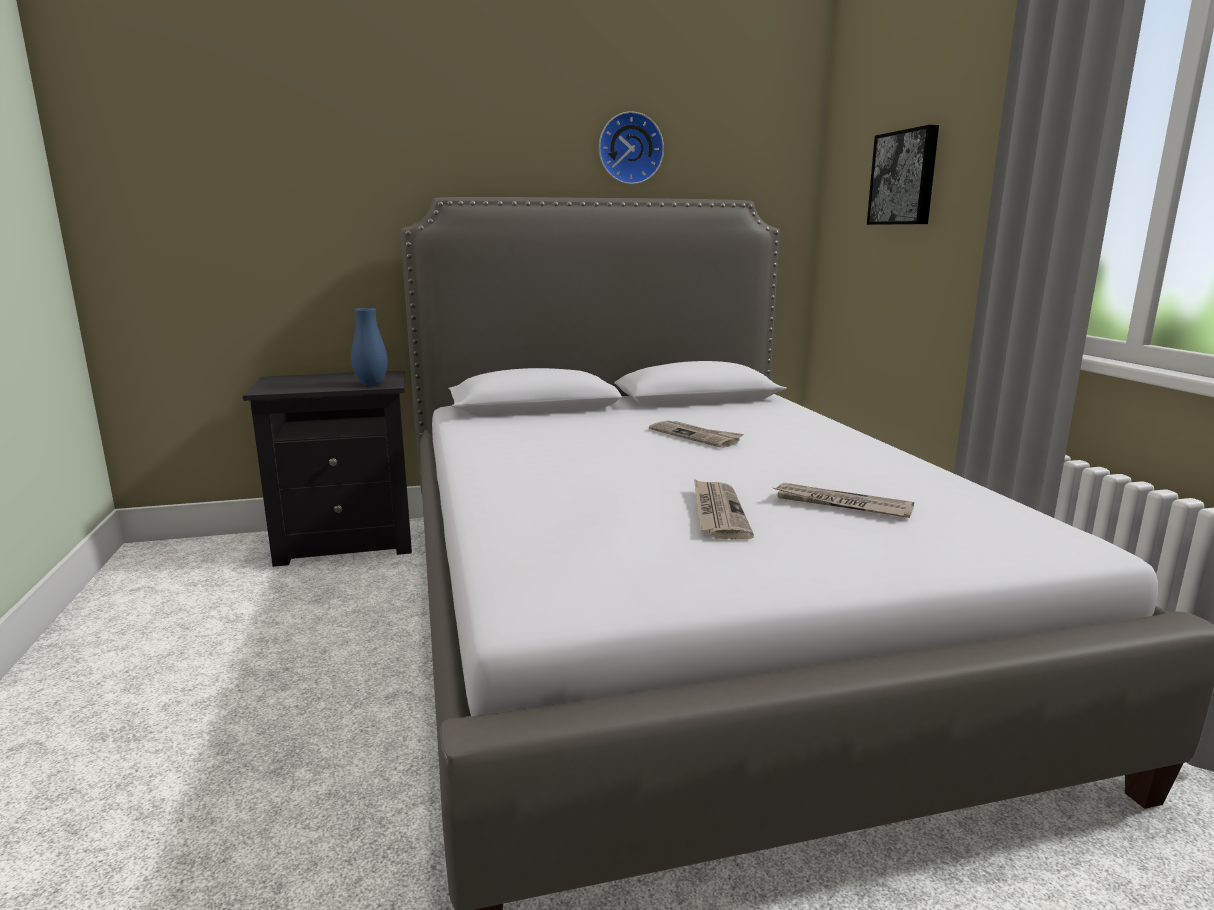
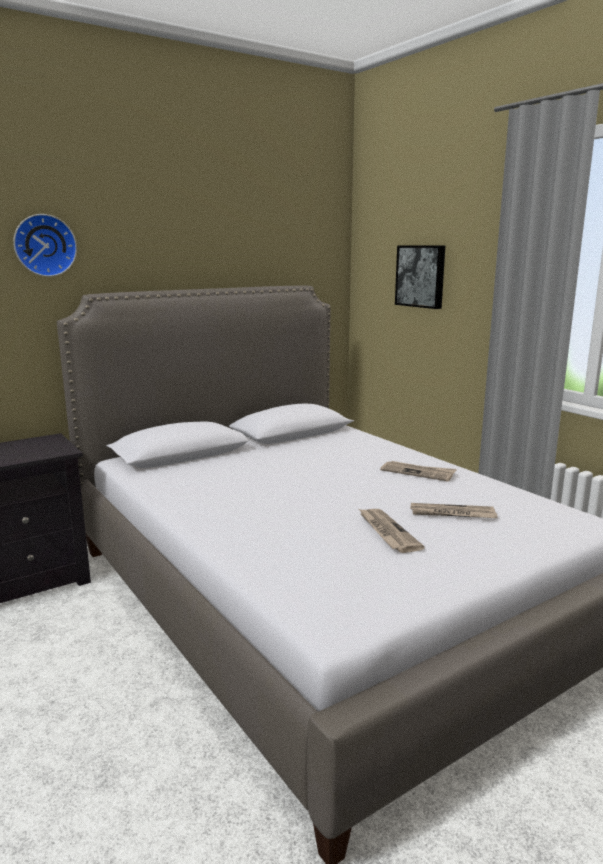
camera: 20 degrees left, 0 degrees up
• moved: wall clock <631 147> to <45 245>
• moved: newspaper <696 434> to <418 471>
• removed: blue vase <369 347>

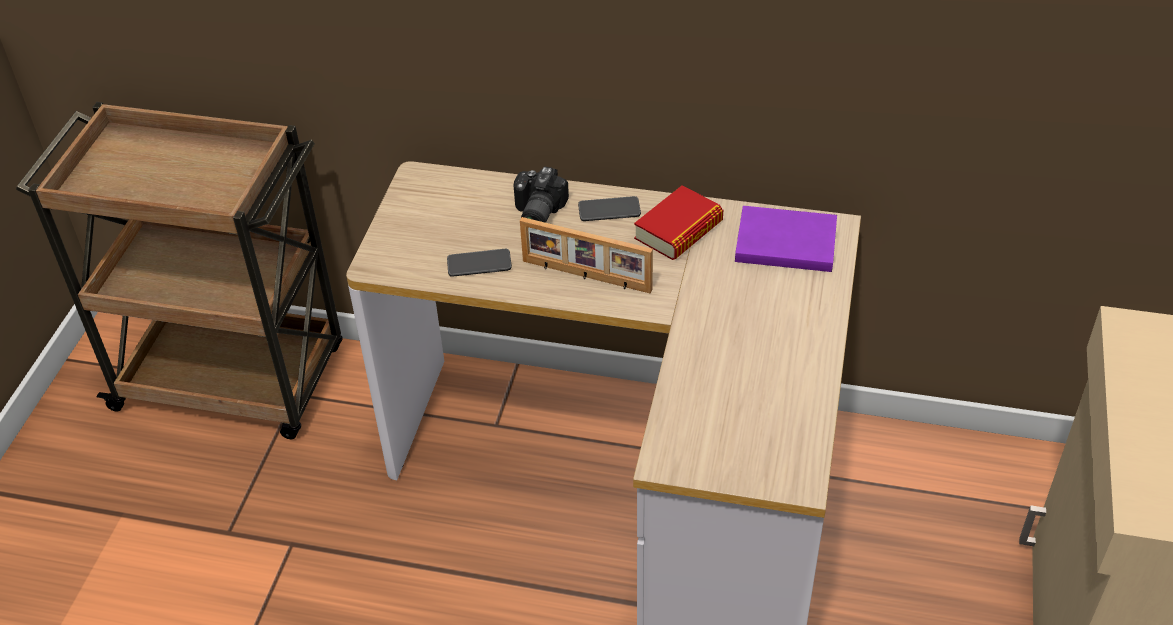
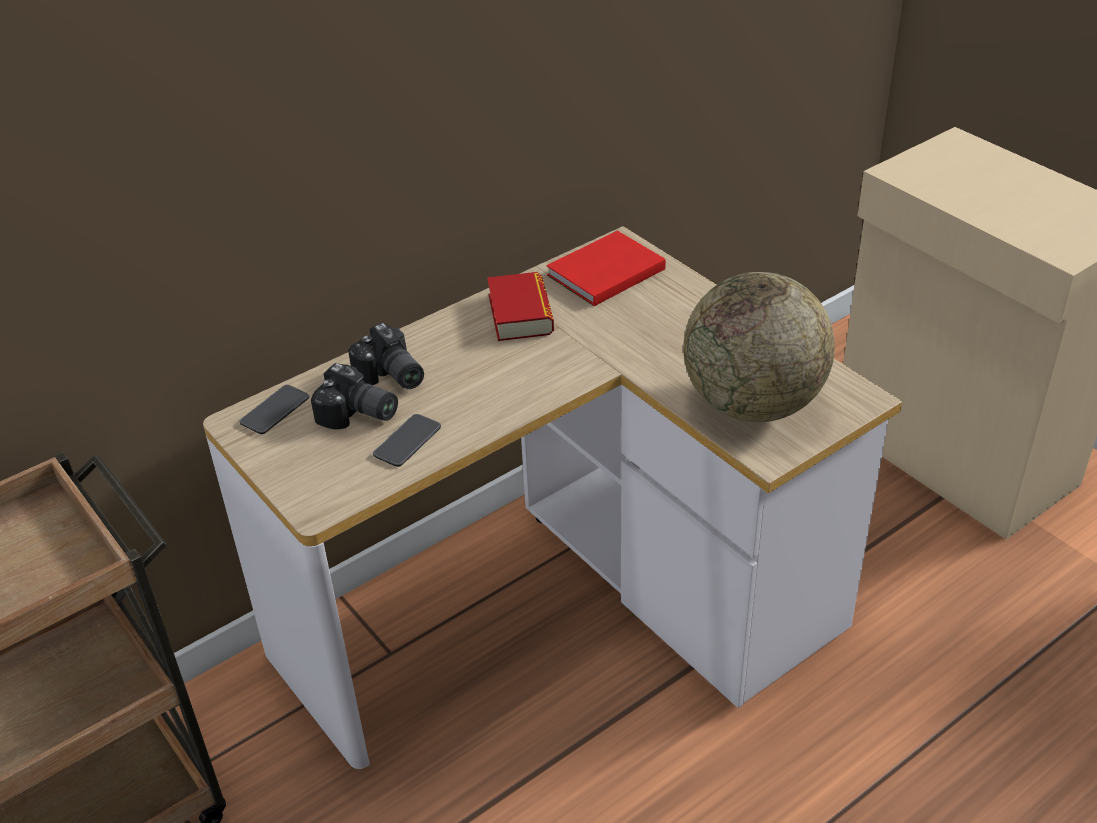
camera: 50 degrees left, 5 degrees down
• moved: phone <609 208> to <274 409>
• added: photo camera <354 396>
• recoloured: purple book <786 239> to red book <606 268>
• added: globe <759 347>
• removed: picture frame <586 255>

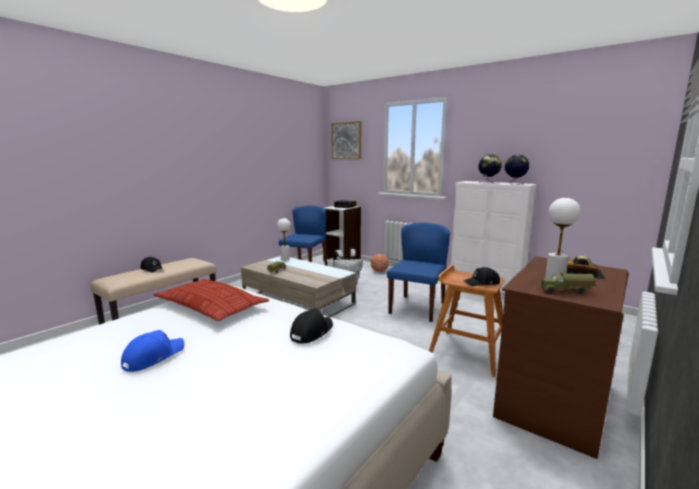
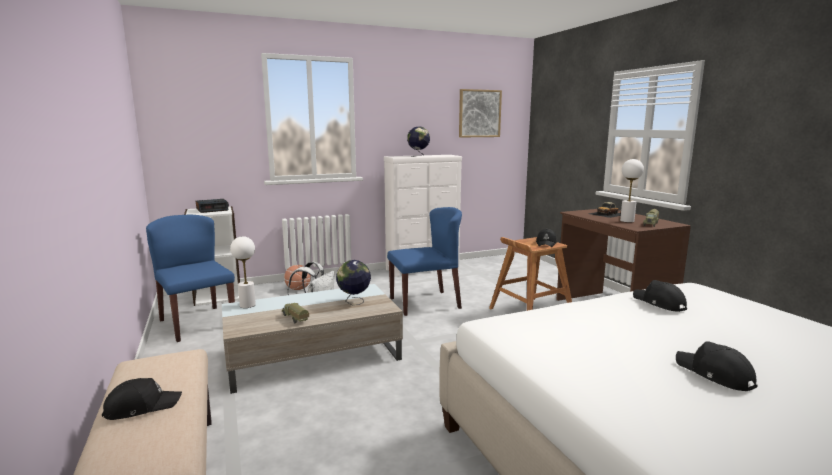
camera: 60 degrees left, 0 degrees up
• moved: globe <517 169> to <353 282>
• turned: blue chair <418 272> = <424 261> 105 degrees clockwise
• moved: picture <346 140> to <480 113>
• recoloured: blue cap <152 351> to black cap <717 366>
• removed: pillow <211 300>

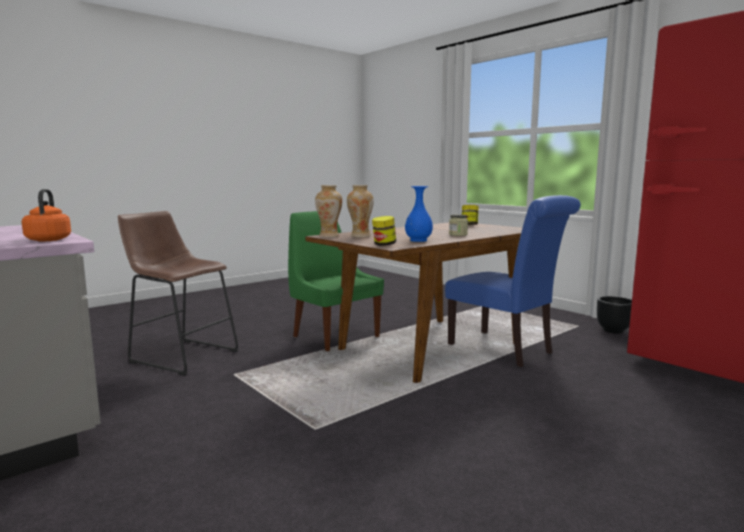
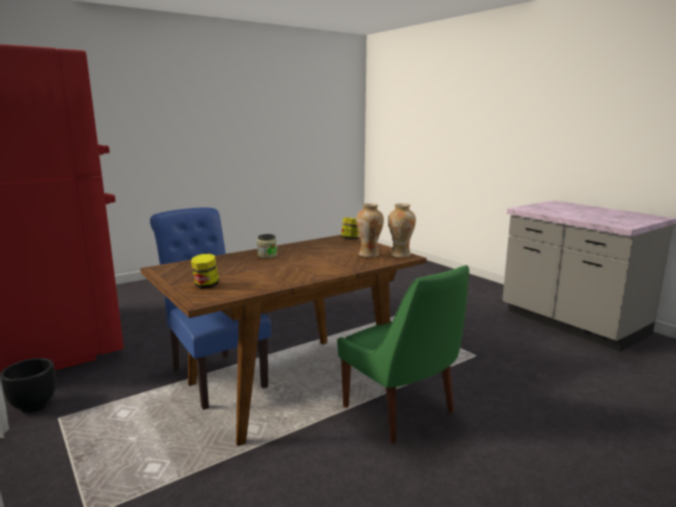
camera: 175 degrees left, 5 degrees up
• removed: orange kettle <46 215>
• removed: brown stool <178 293>
• removed: blue vase <419 214>

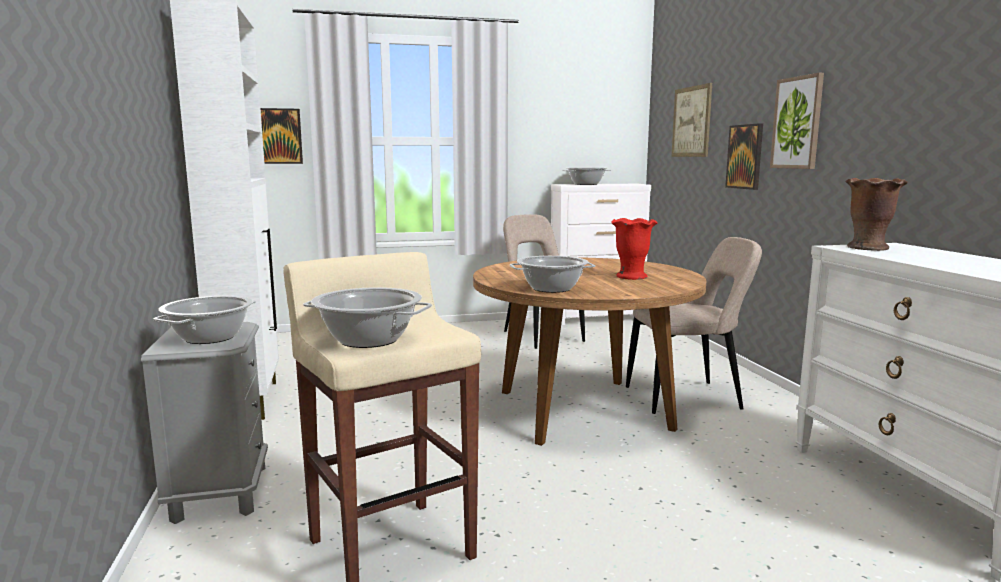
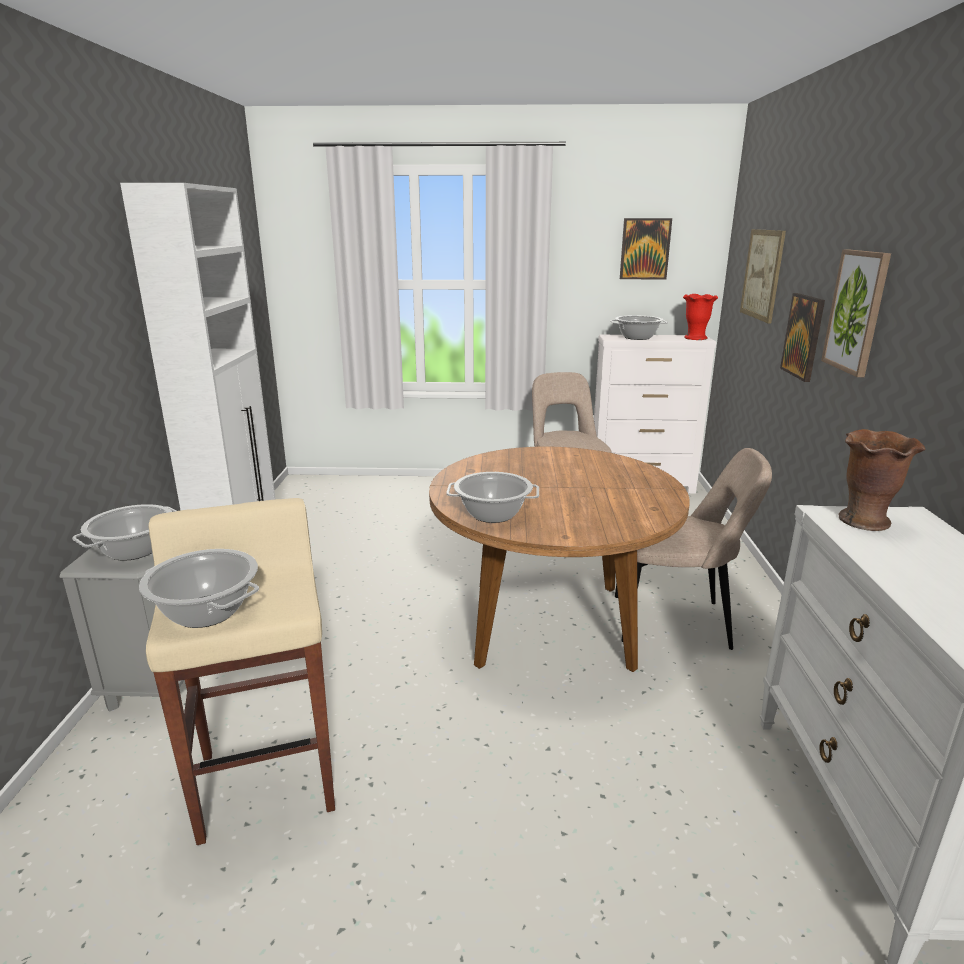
camera: 15 degrees right, 10 degrees up
• moved: picture <281 136> to <646 248>
• moved: red vase <634 249> to <700 317>

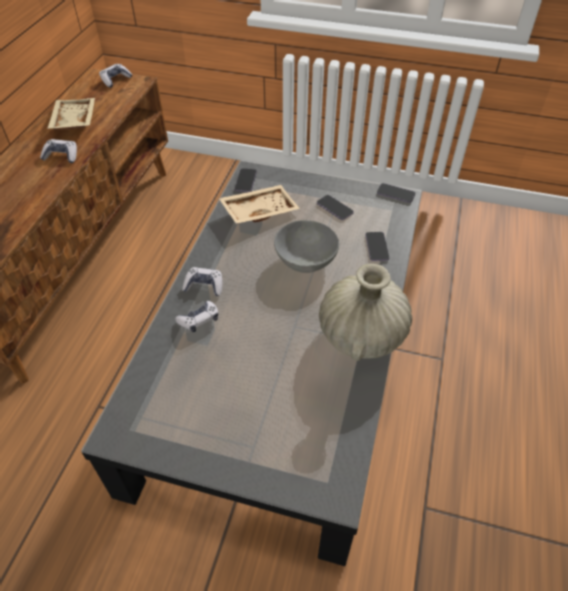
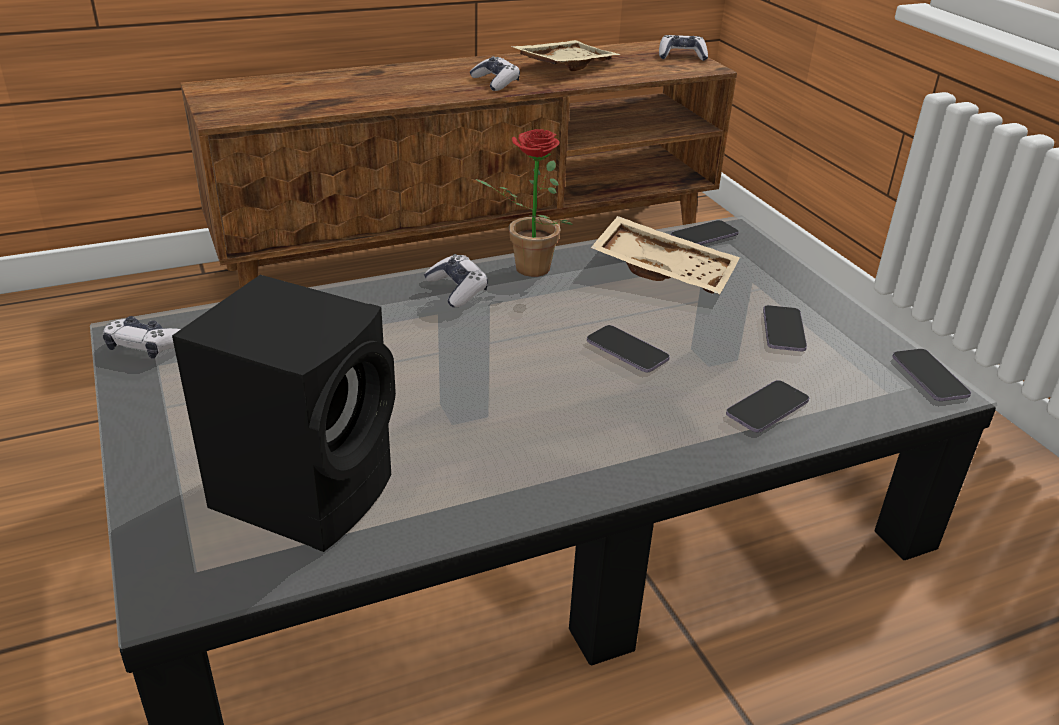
camera: 50 degrees right, 15 degrees down
• moved: game controller <196 316> to <142 337>
• added: black speaker <284 413>
• added: potted plant <525 203>
• replaced: grey bowl <306 246> to phone <628 348>
• removed: beige vase <365 312>

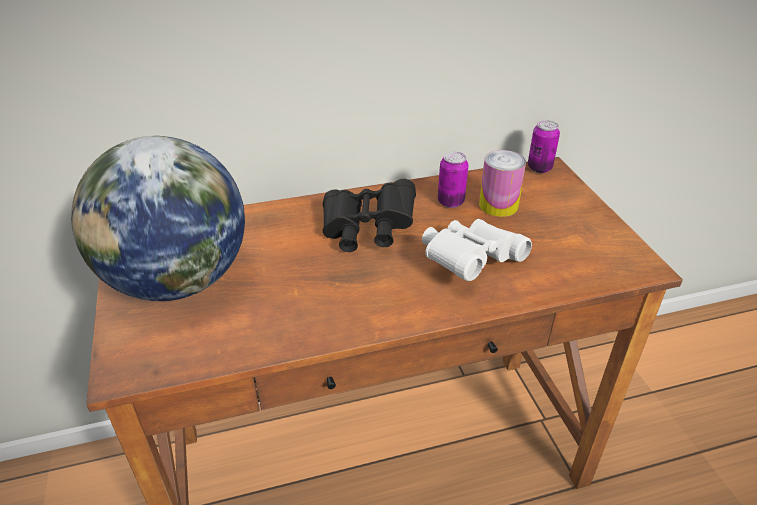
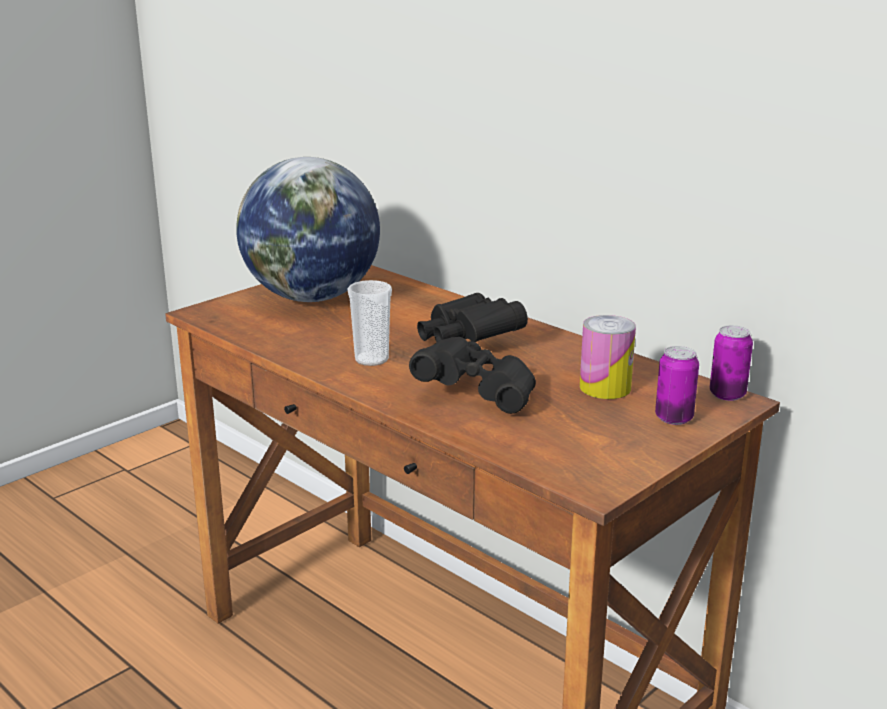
camera: 60 degrees right, 15 degrees down
• added: cup <370 323>
• recoloured: white binoculars <477 250> to black binoculars <472 375>
• moved: can <453 179> to <677 385>

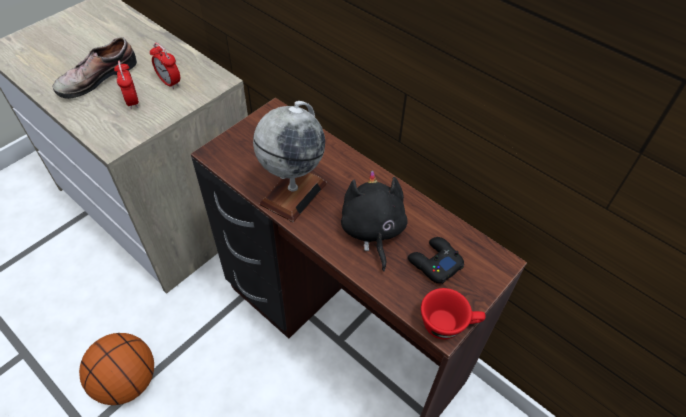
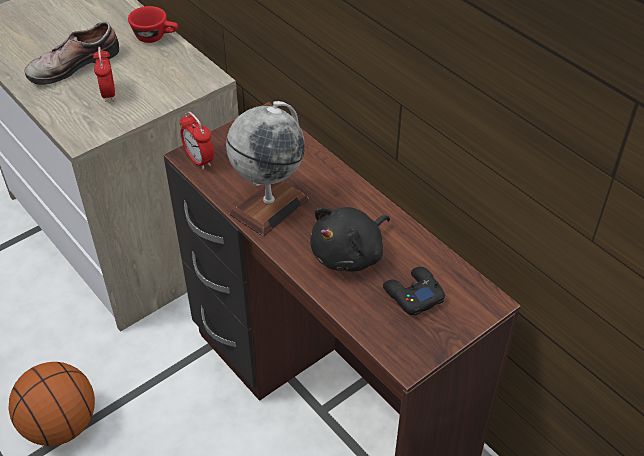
camera: 10 degrees right, 5 degrees down
• moved: red cup <453 313> to <153 24>
• moved: alarm clock <165 66> to <197 141>
• turned: black plush toy <374 221> = <350 239> 135 degrees counterclockwise

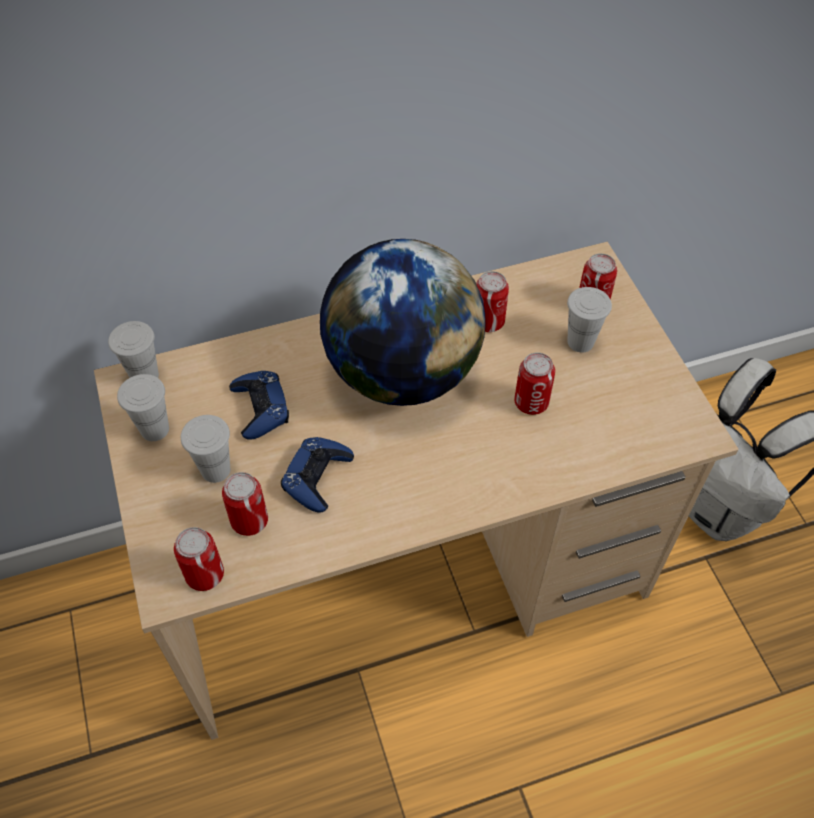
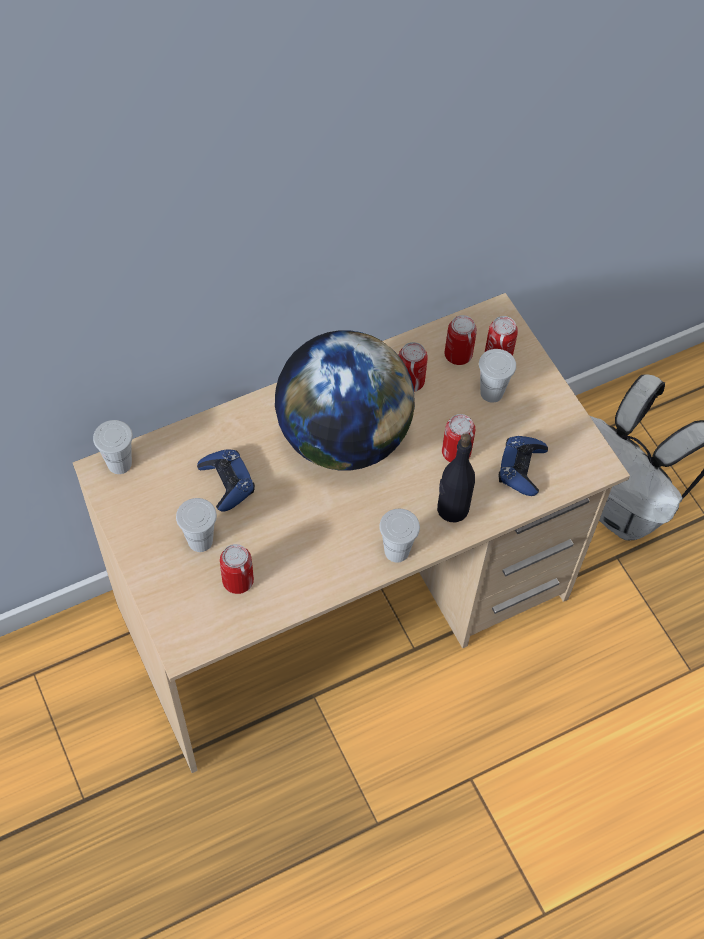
camera: 10 degrees left, 5 degrees up
• moved: white cup <143 407> to <399 536>
• added: black bottle <456 477>
• moved: can <199 559> to <460 340>
• moved: blue game controller <317 474> to <523 466>

